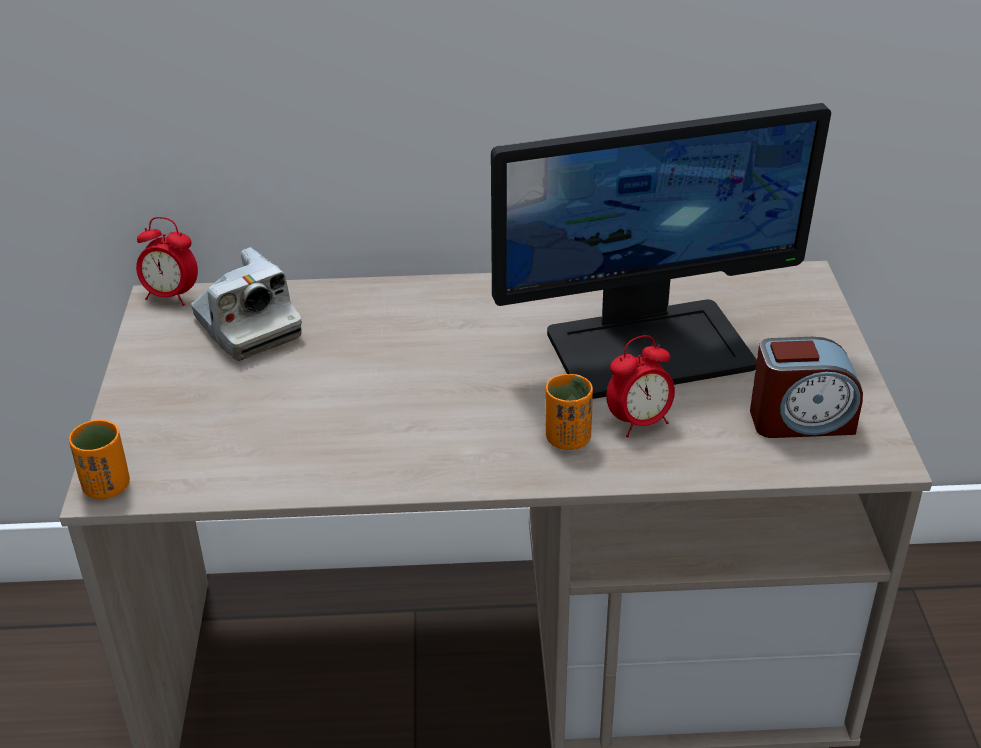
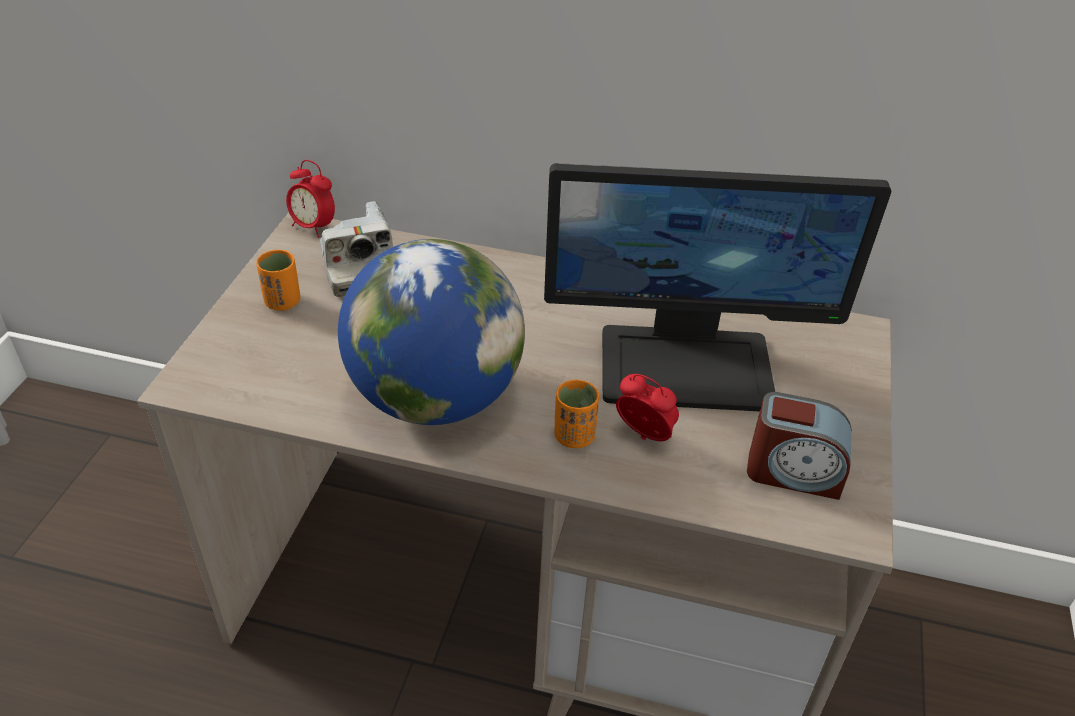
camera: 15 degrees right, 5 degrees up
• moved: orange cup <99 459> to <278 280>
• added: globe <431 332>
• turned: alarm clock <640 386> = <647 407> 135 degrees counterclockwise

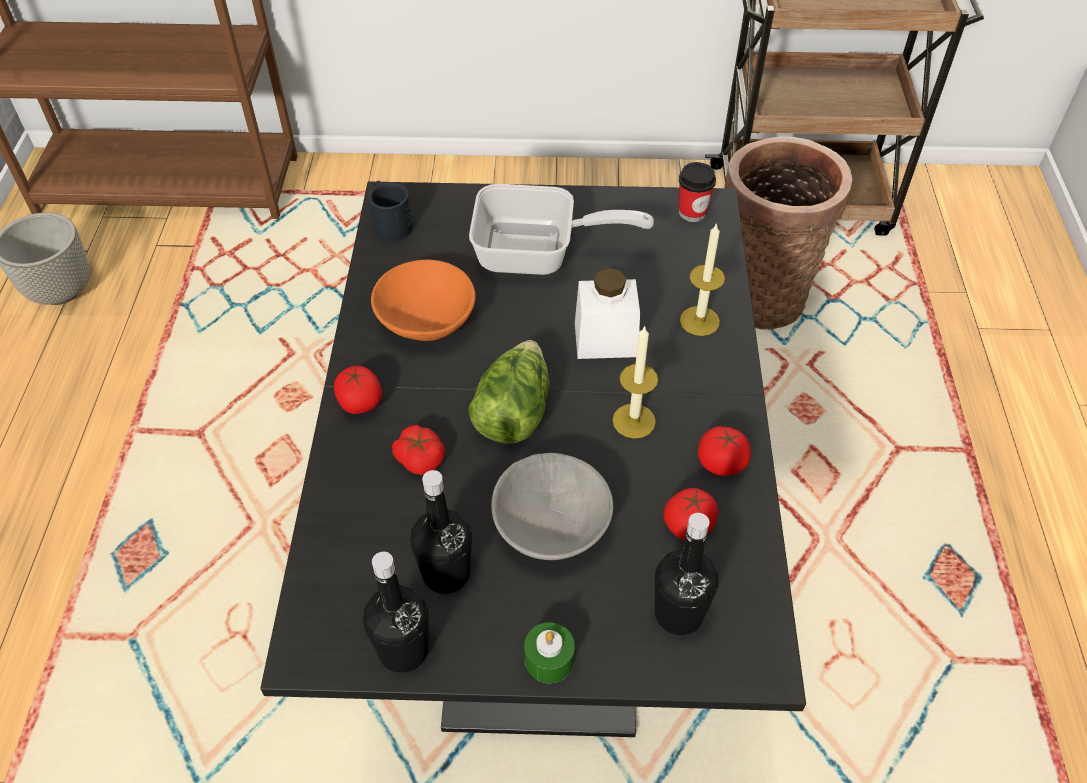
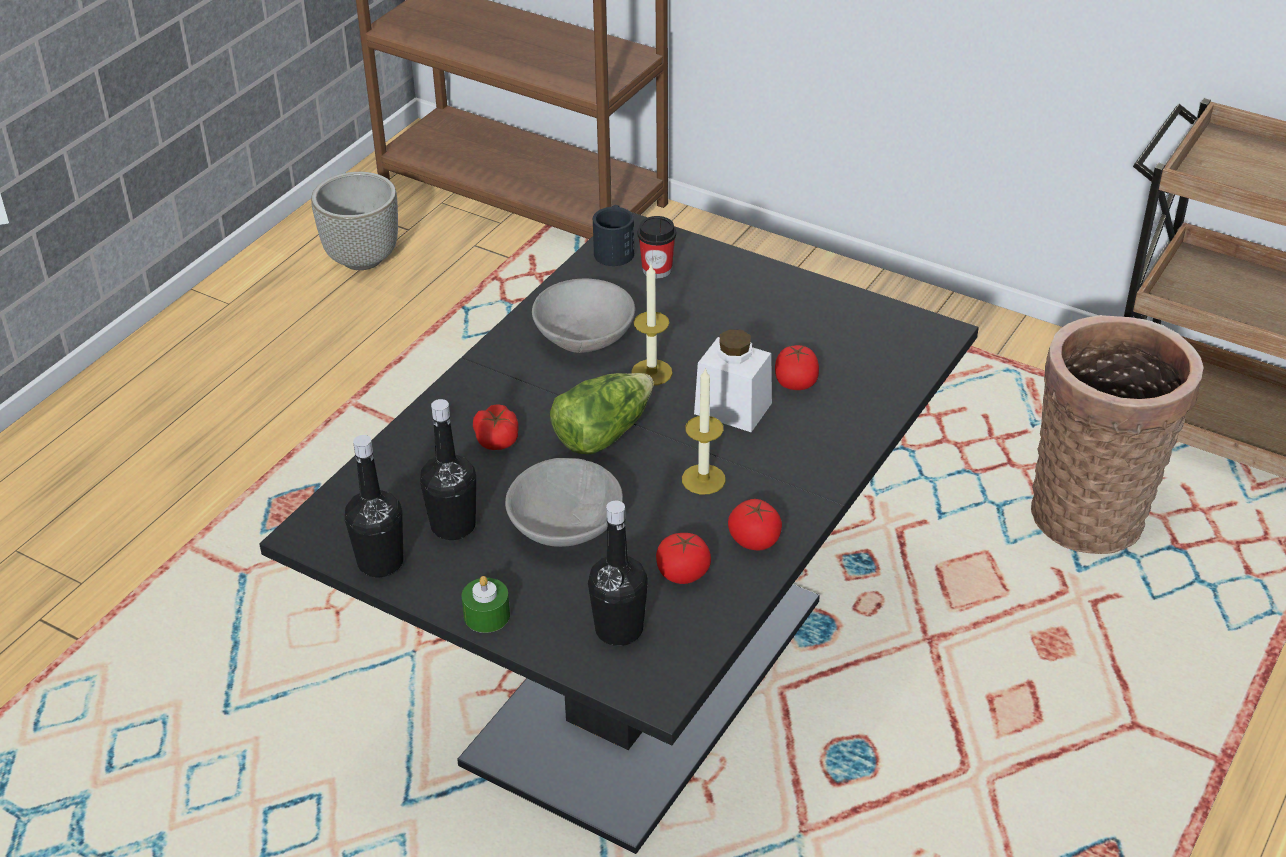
camera: 30 degrees right, 10 degrees down
• recoloured: orange bowl <423 300> to grey bowl <583 316>
• moved: candle <702 279> to <652 325>
• moved: cup <697 192> to <657 247>
• moved: tomato <358 390> to <797 367>
• removed: frying pan <561 229>

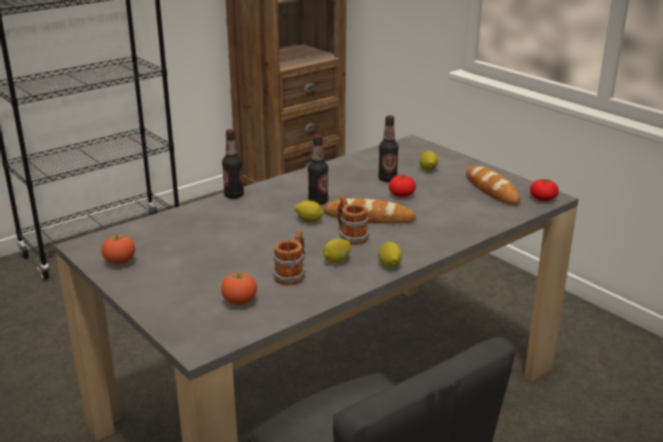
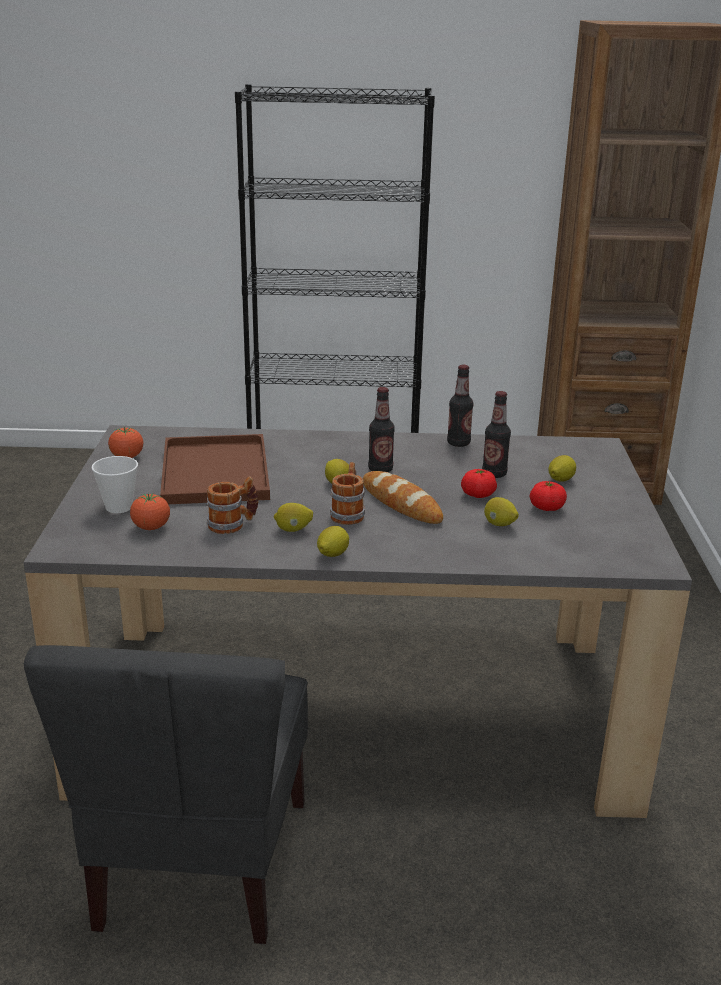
camera: 40 degrees right, 0 degrees up
• added: cup <115 484>
• added: brown tray <215 469>
• moved: bottle <233 164> to <460 406>
• added: lemon <501 511>
• moved: tomato <544 190> to <548 496>
• removed: bread <493 185>

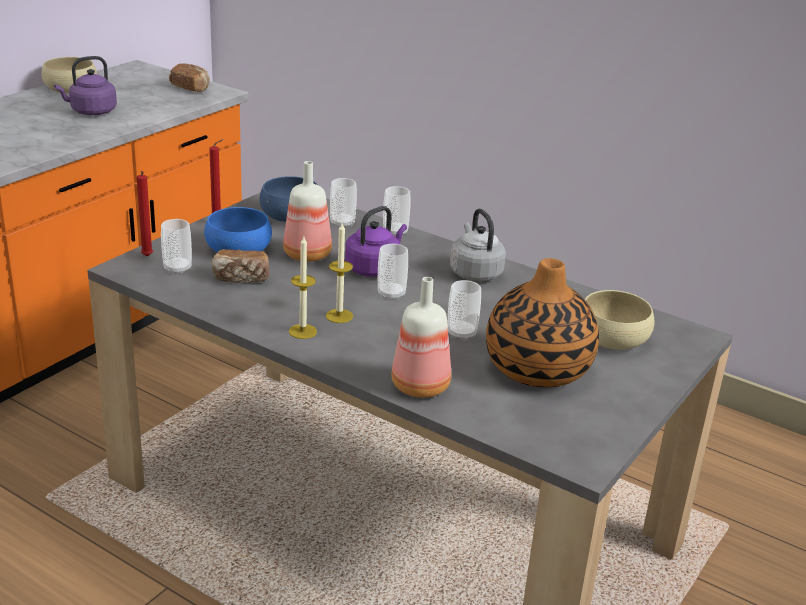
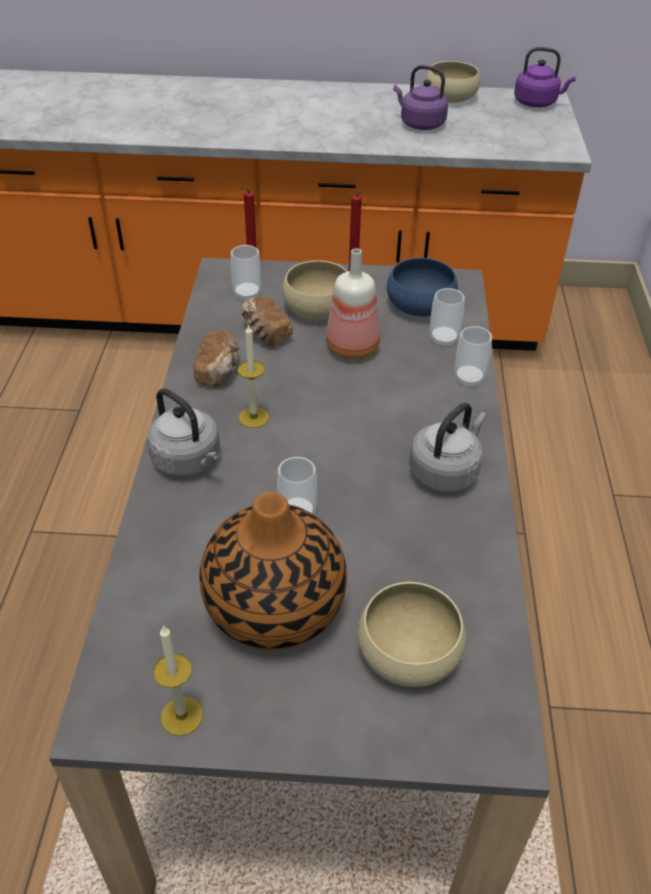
camera: 60 degrees right, 15 degrees up
• added: grey kettle <183 432>
• moved: candle <303 288> to <178 680>
• moved: bread <189 78> to <217 359>
• recoloured: blue bowl <238 229> to beige bowl <315 290>
• moved: purple kettle <376 241> to <545 77>
• removed: cup <393 272>
• removed: bottle <421 337>

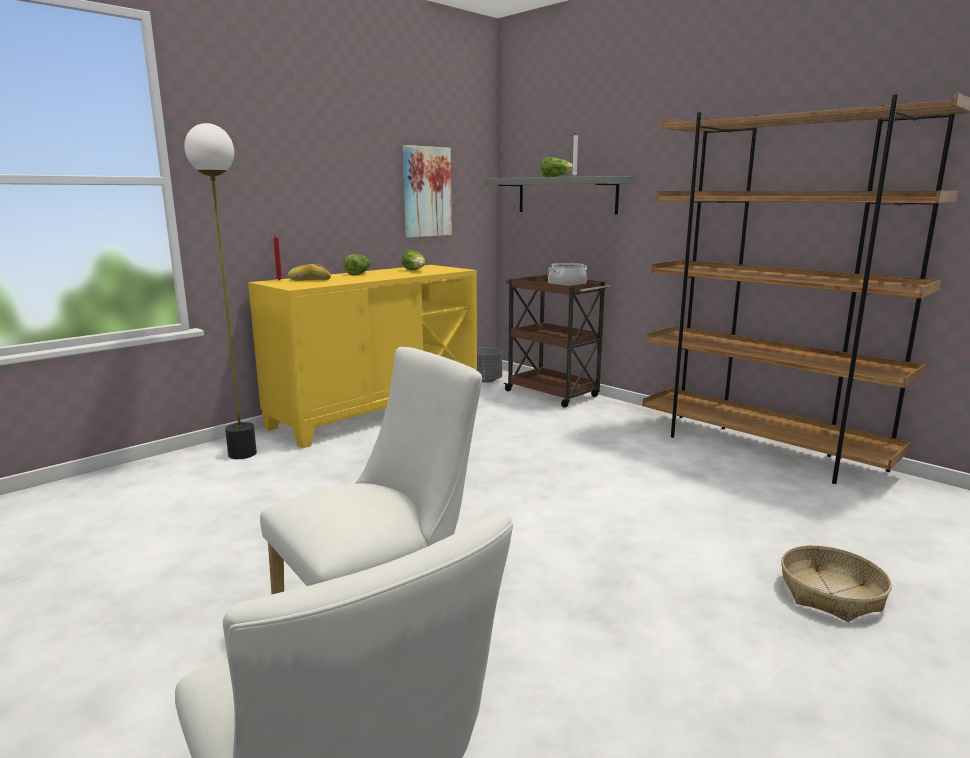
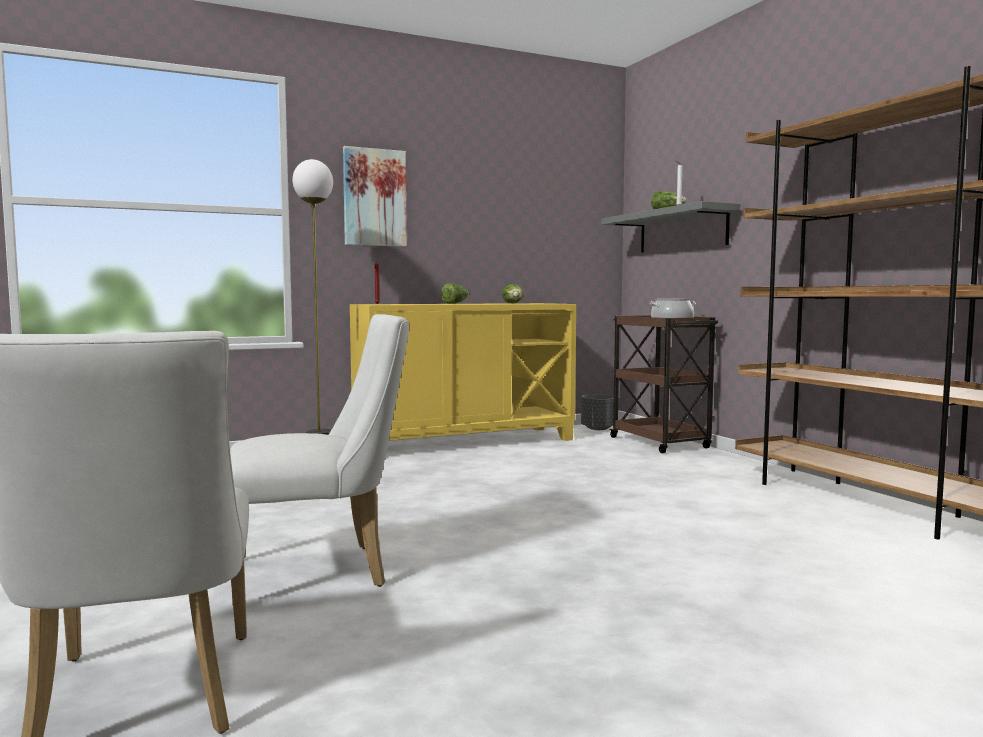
camera: 20 degrees right, 10 degrees down
• moved: picture <427 191> to <375 196>
• removed: bread <309 272>
• removed: basket <836 583>

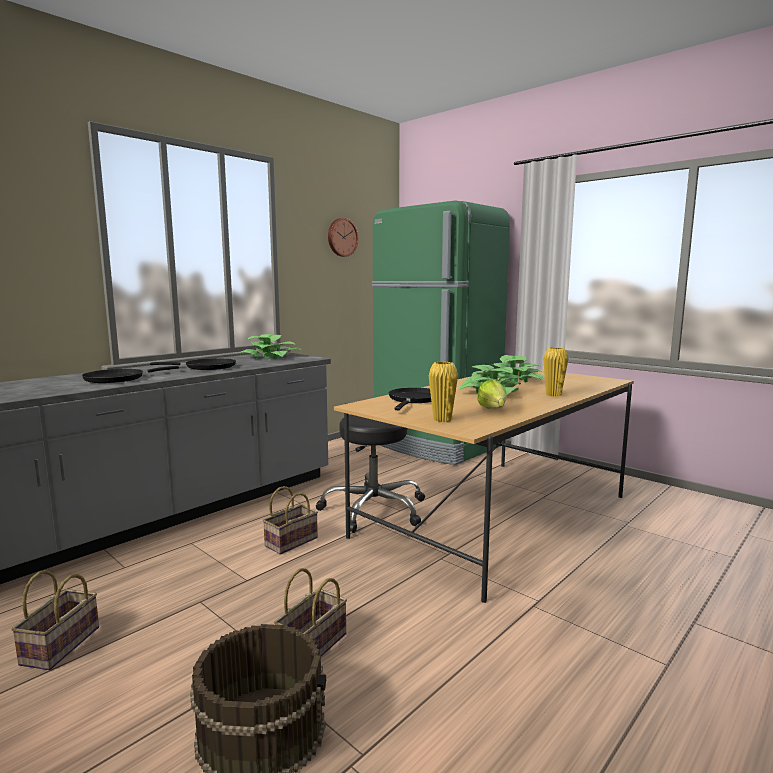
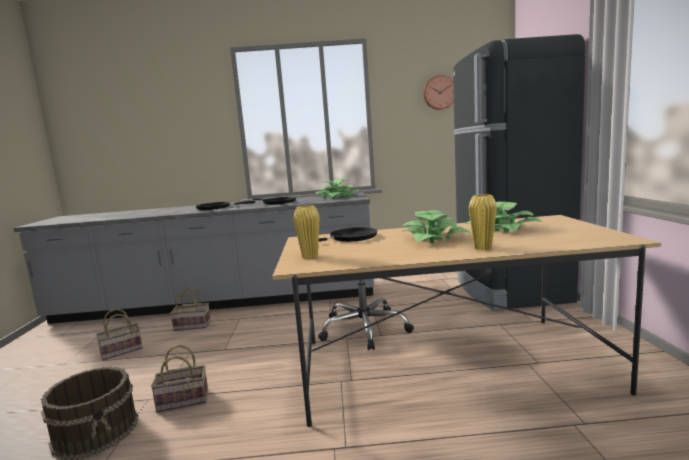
camera: 45 degrees right, 0 degrees up
• moved: basket <290 520> to <190 309>
• recoloured: green fridge <441 332> to black fridge <519 172>
• removed: lettuce <492 394>

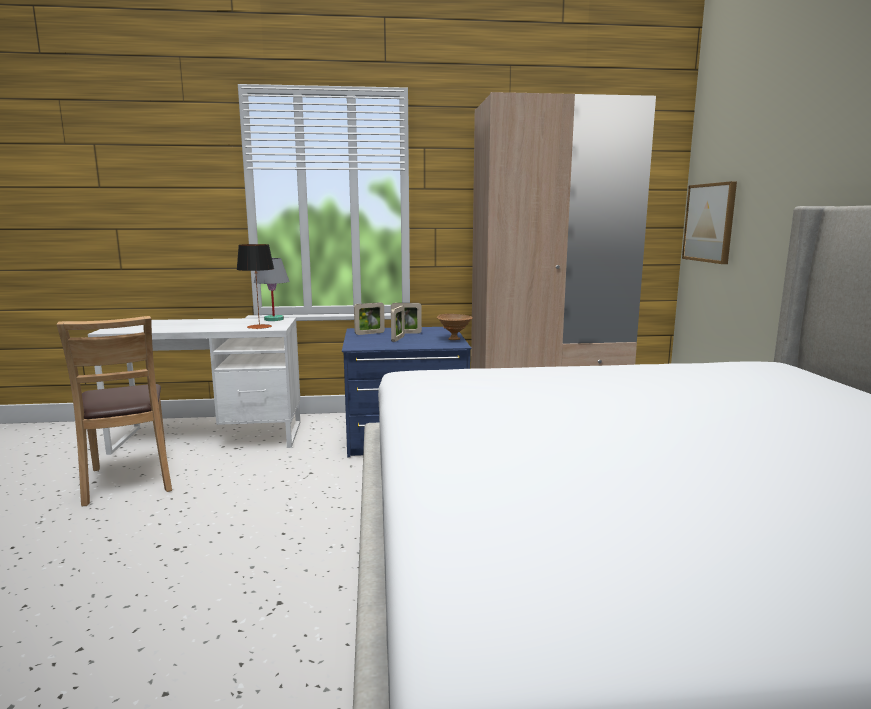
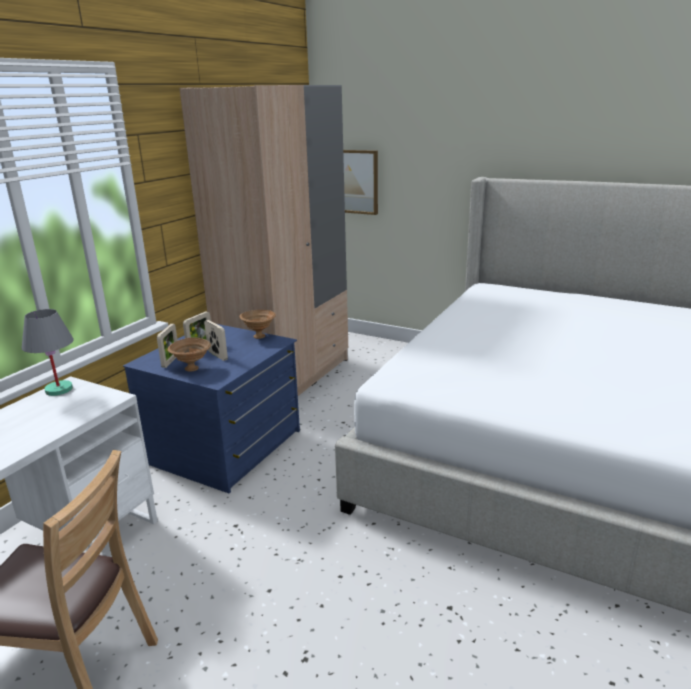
camera: 55 degrees left, 10 degrees up
• added: brown bowl <189 354>
• removed: table lamp <255 286>

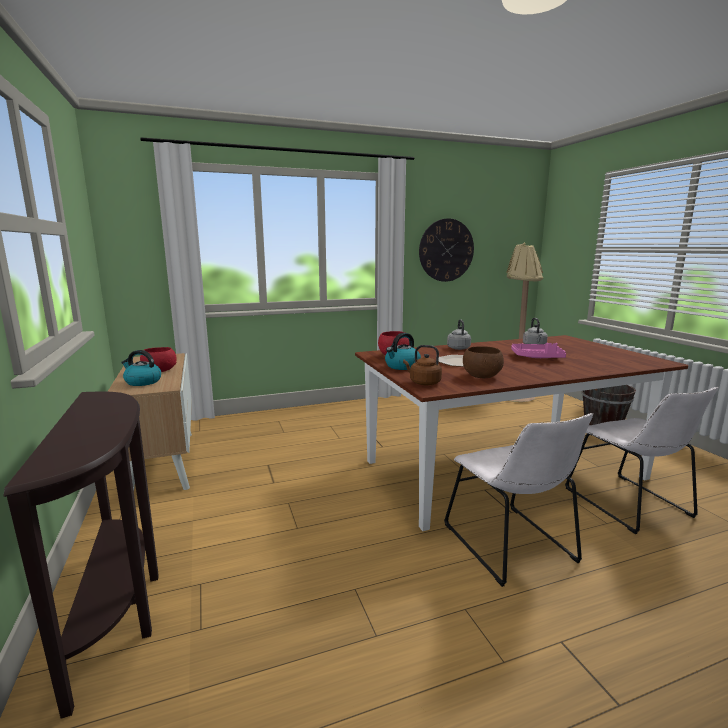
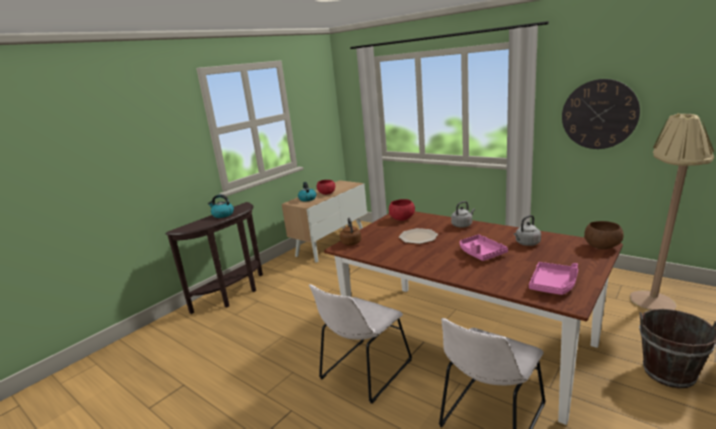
camera: 60 degrees right, 5 degrees up
• moved: kettle <403 351> to <221 206>
• added: pink tray <553 278>
• moved: brown bowl <483 362> to <604 235>

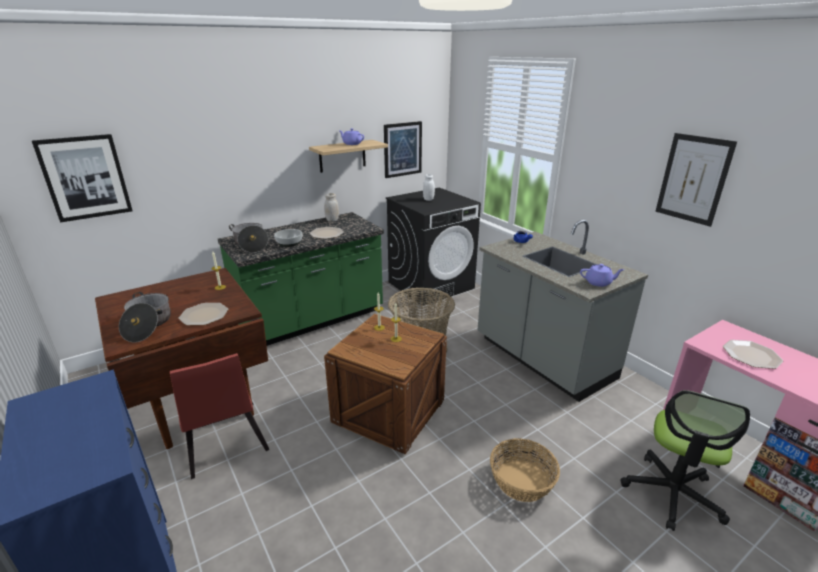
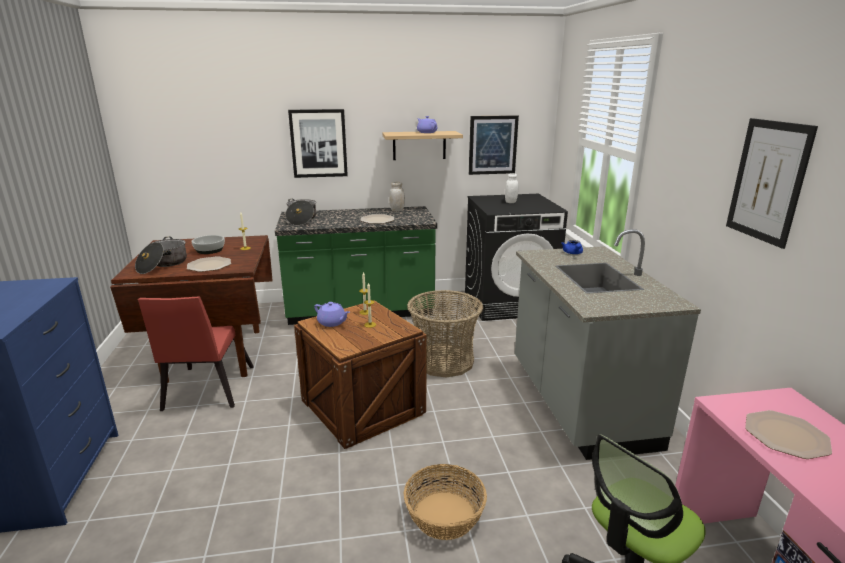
camera: 25 degrees right, 5 degrees down
• moved: bowl <288 238> to <208 244>
• moved: picture <82 178> to <318 143>
• moved: purple teapot <602 275> to <332 314>

